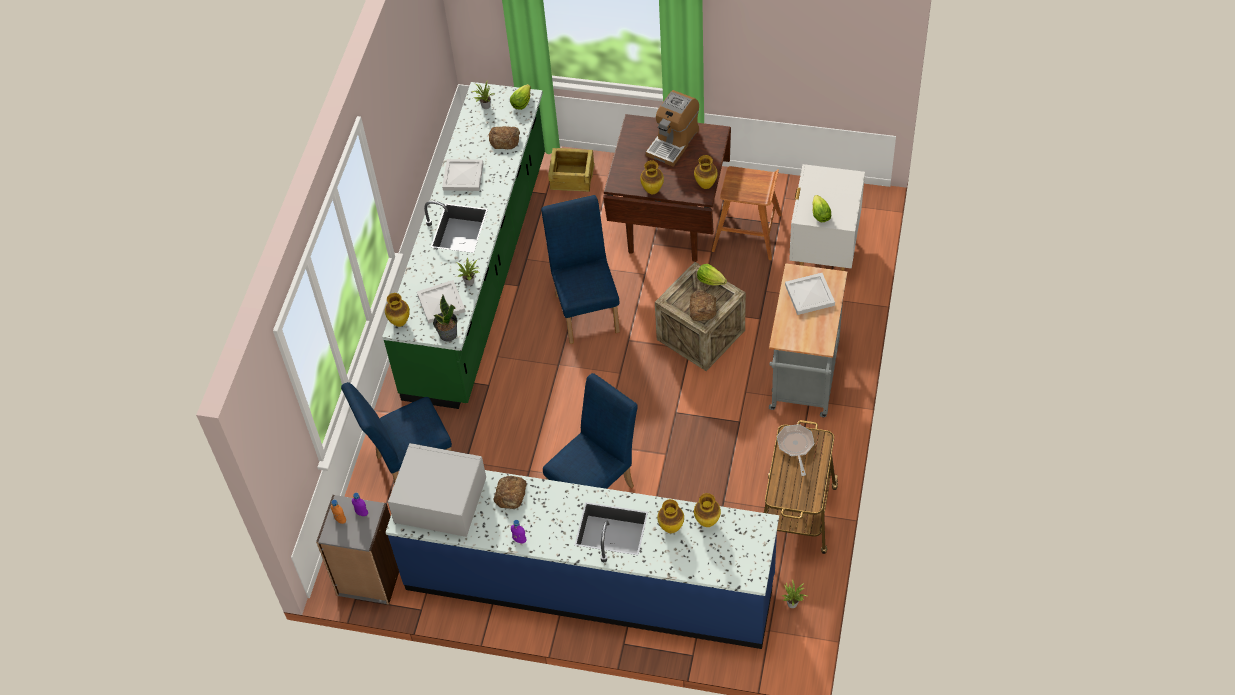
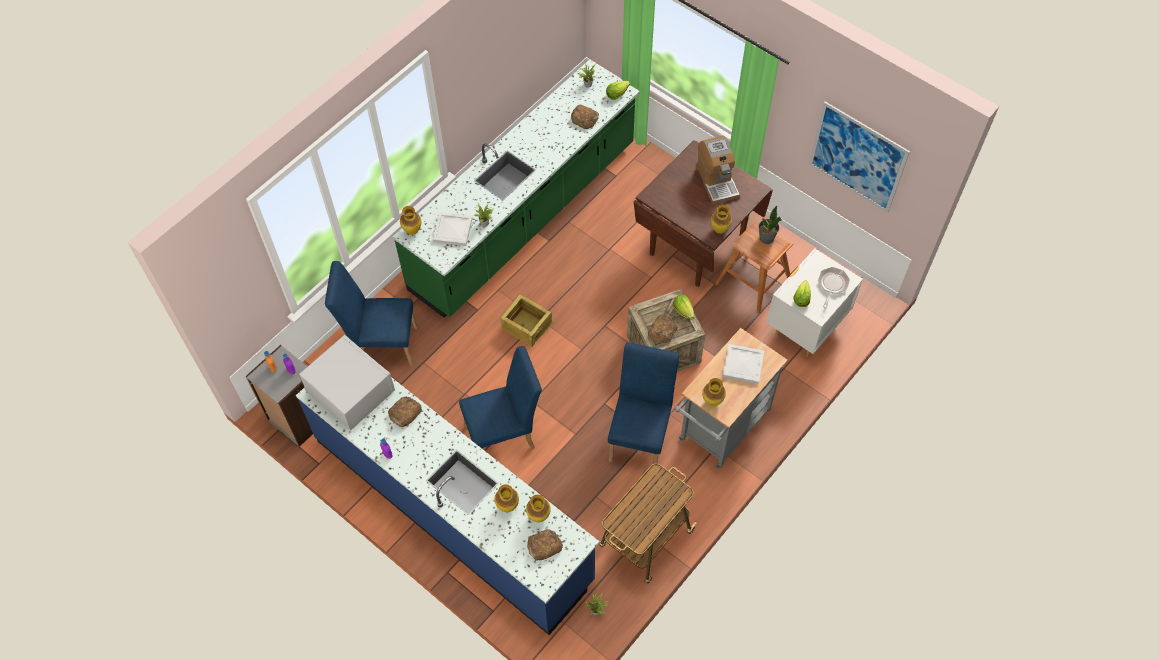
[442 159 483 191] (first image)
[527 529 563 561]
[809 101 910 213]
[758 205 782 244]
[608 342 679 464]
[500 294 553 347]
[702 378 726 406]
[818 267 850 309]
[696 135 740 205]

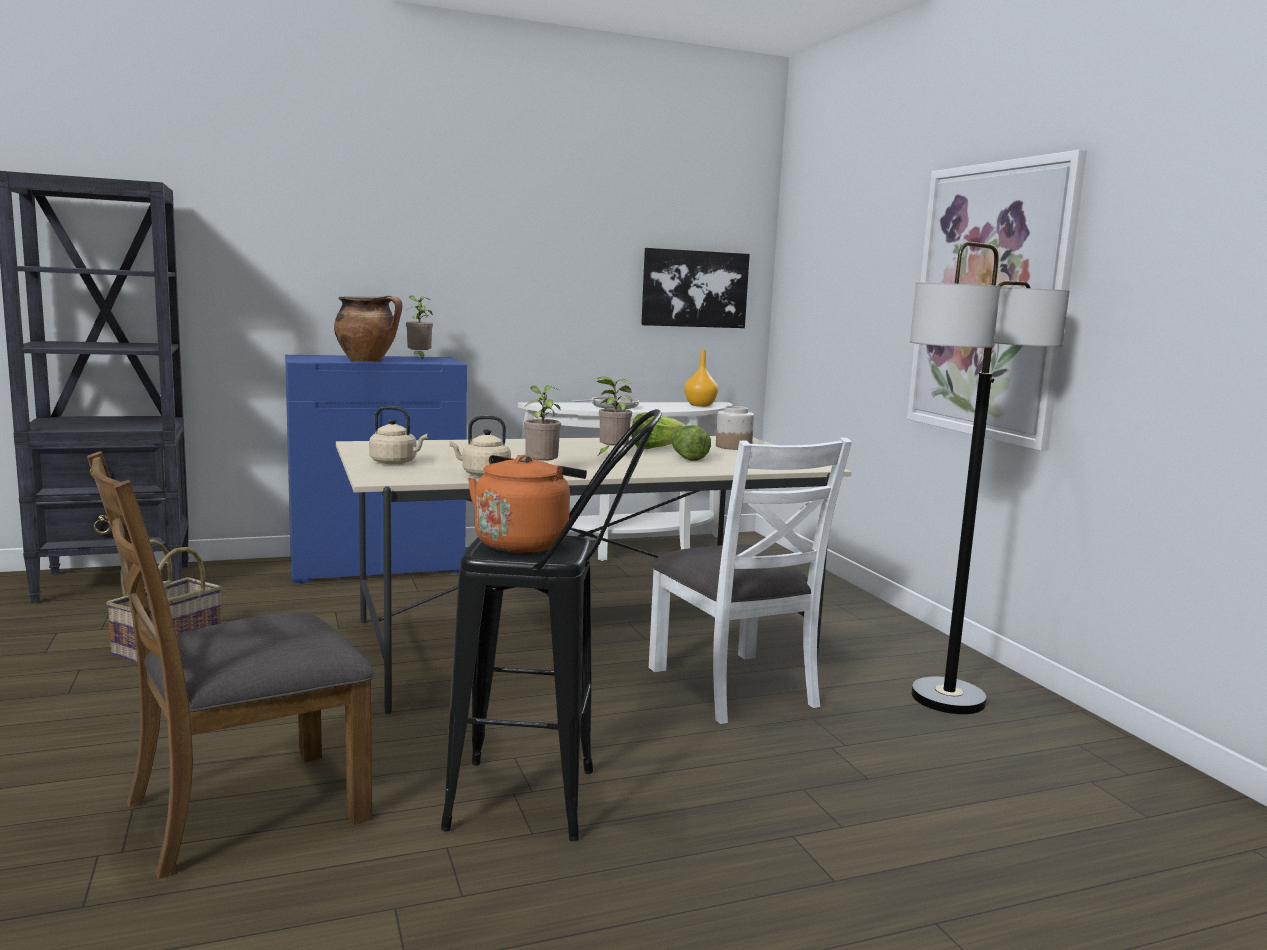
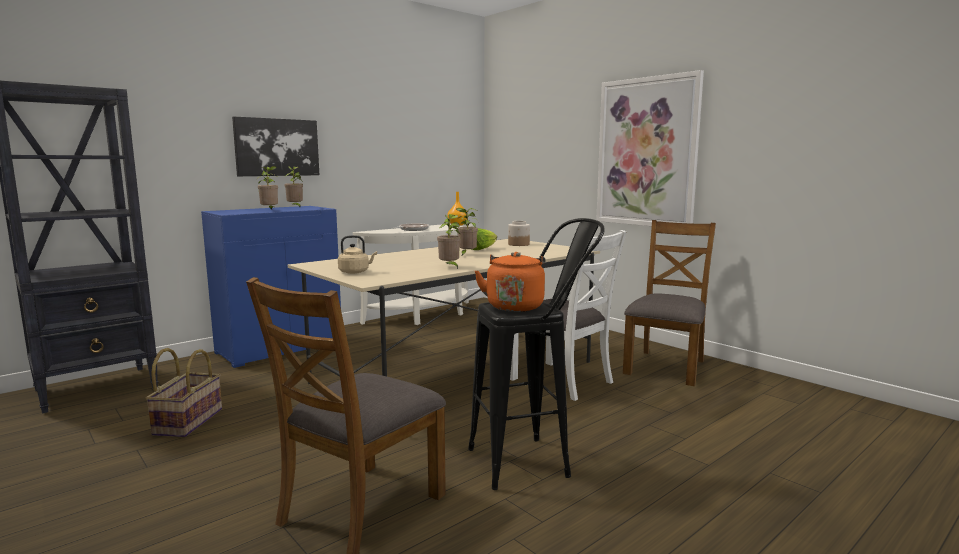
[449 416 511 477] (first image)
[671 425 711 461] (first image)
[232 117 319 176]
[257 166 278 209]
[623 220 716 386]

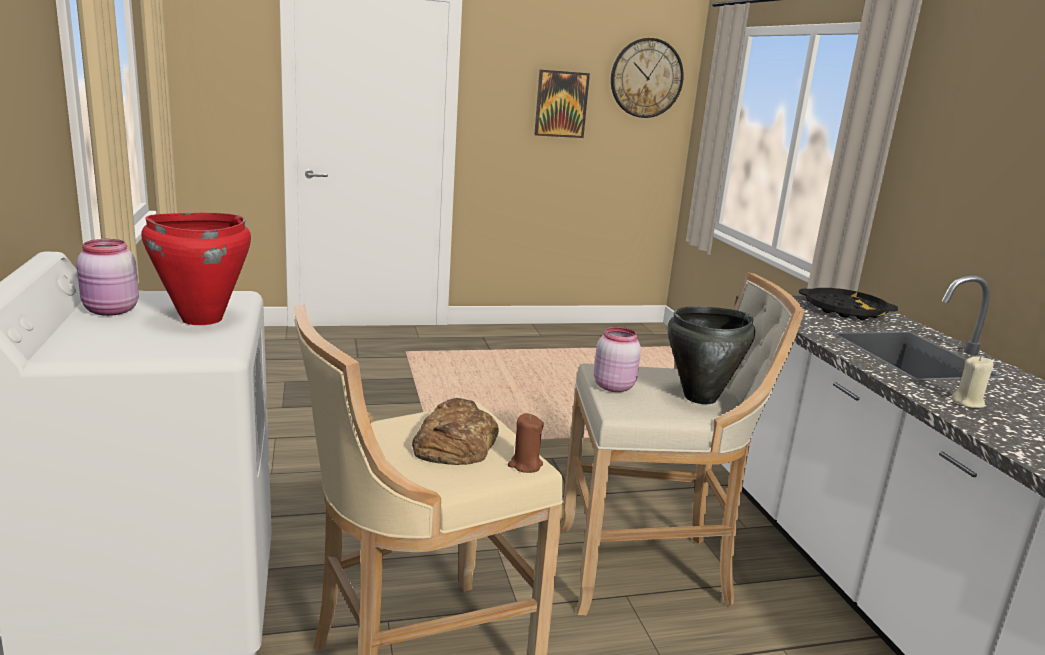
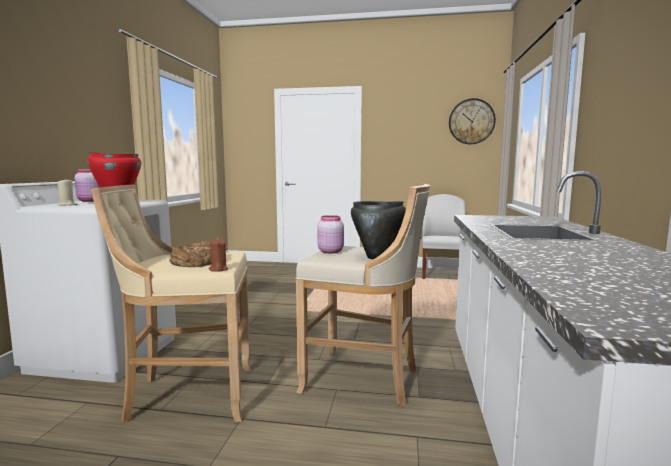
[534 69 590 138] (first image)
[799 288 898 320] (first image)
[422 194 465 279]
[57 178 77 205]

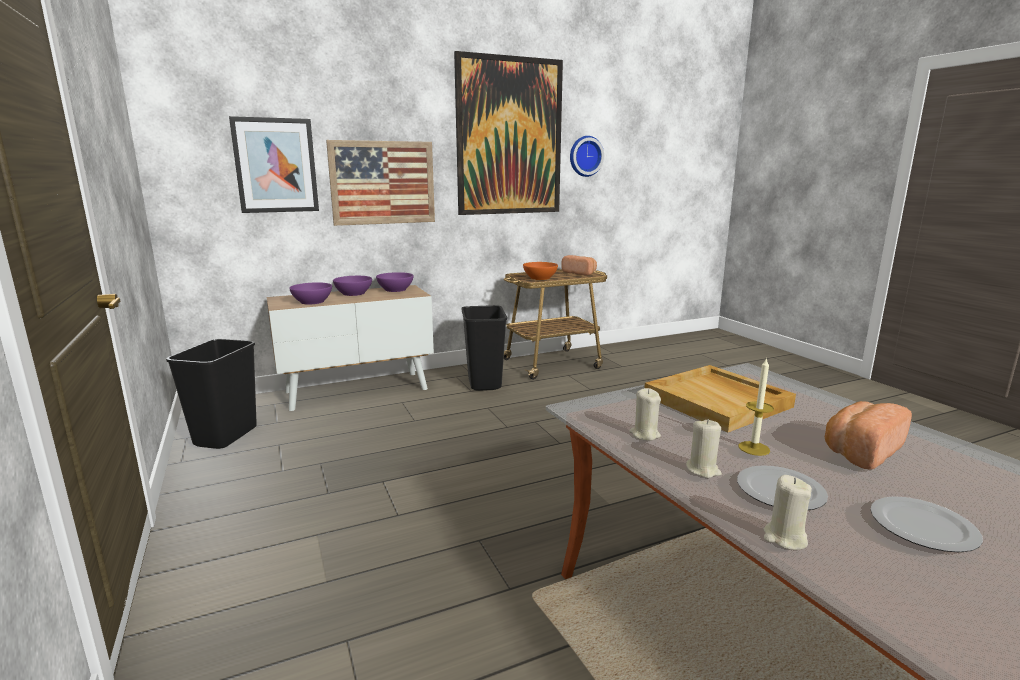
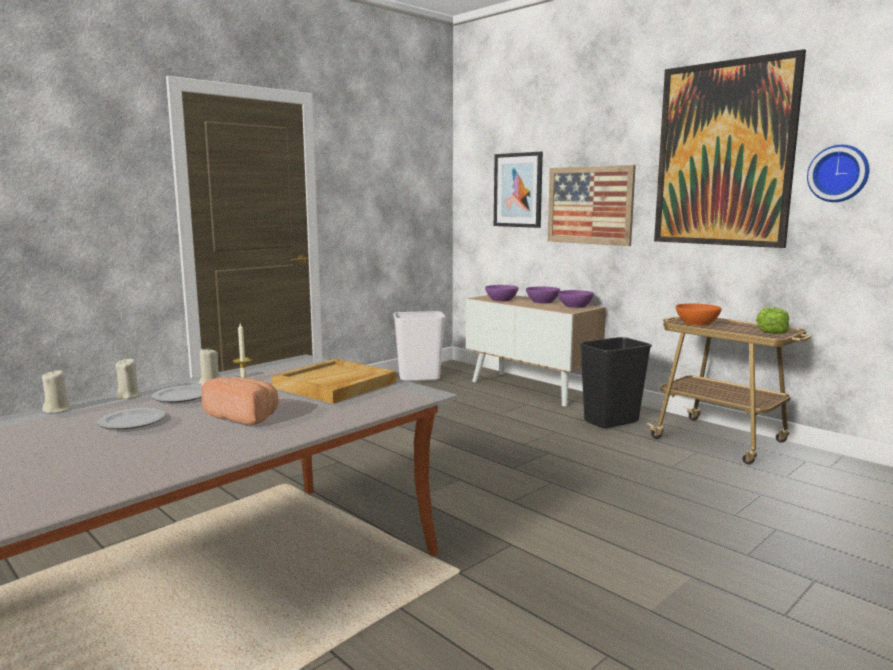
[42 370 73 414]
[756 307 790 334]
[393 311 445 382]

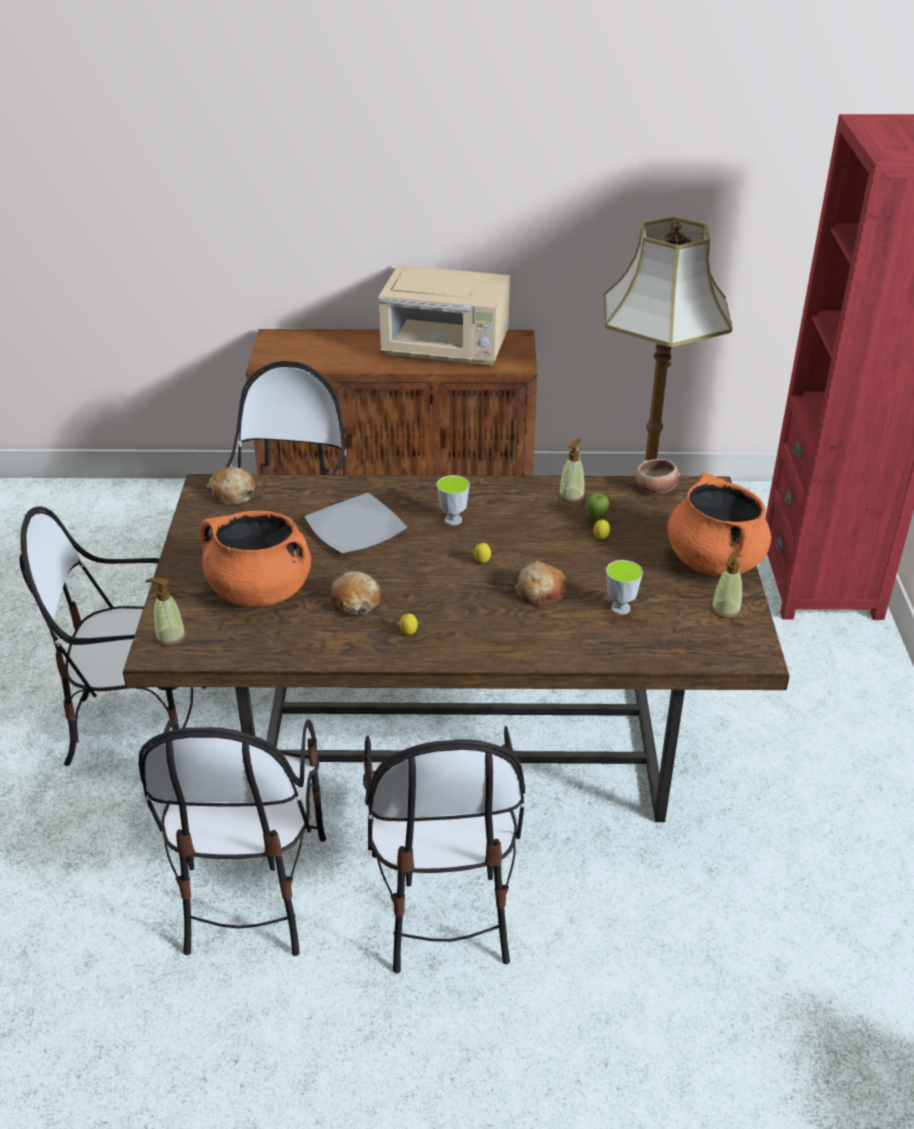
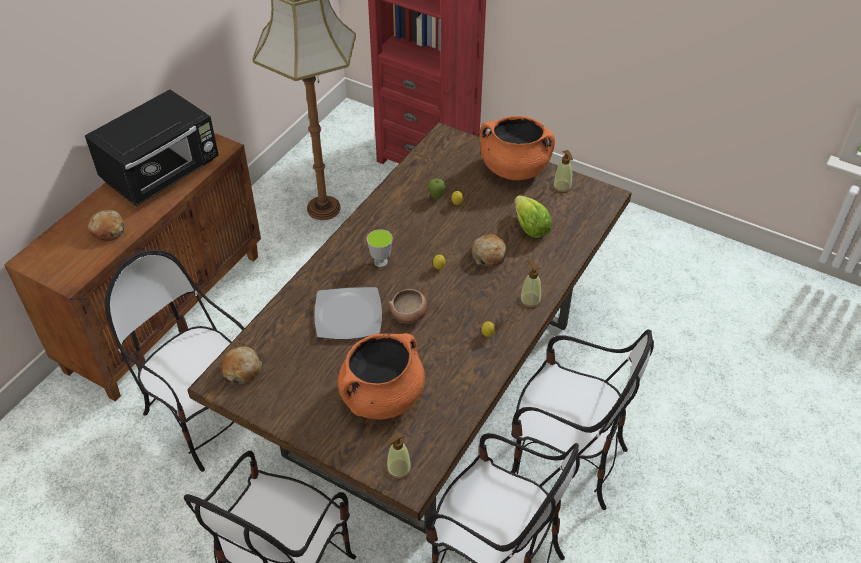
[88 210 125 242]
[520 259 541 308]
[389 289 428 324]
[515 195 552 238]
[85 89 219 206]

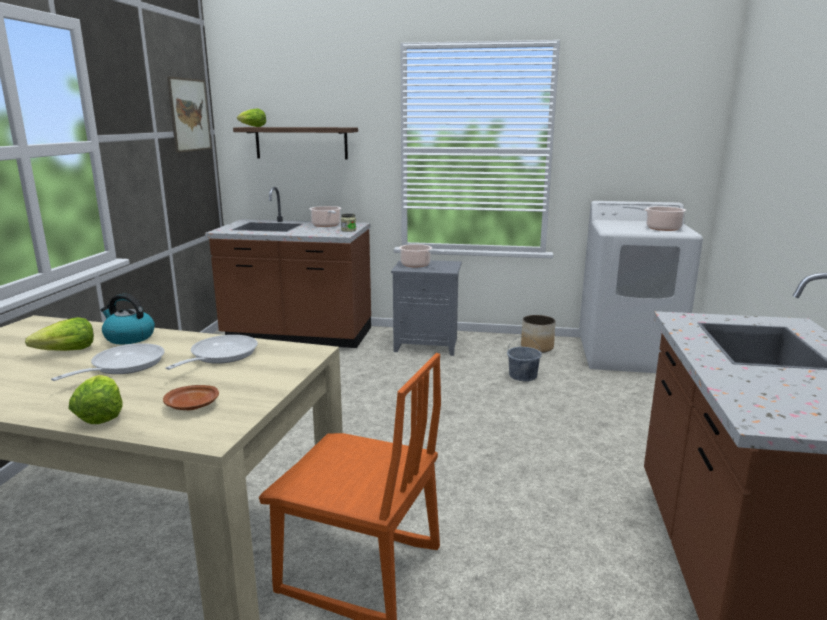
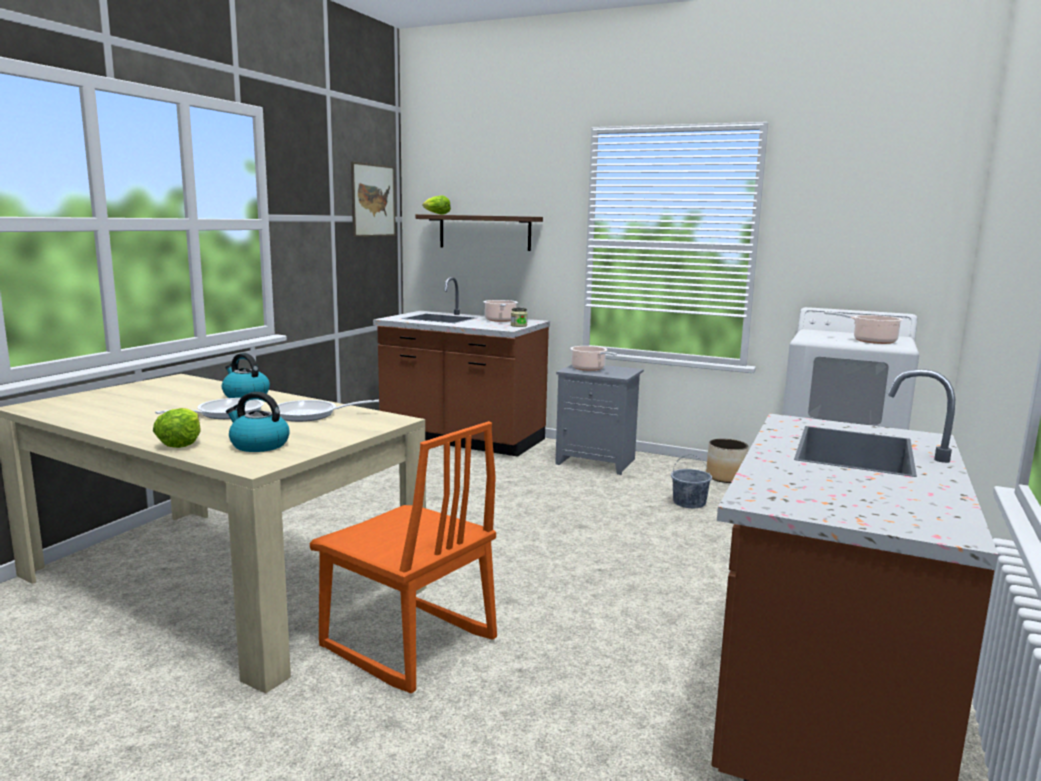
[25 317 94 351] (first image)
[226 392 290 452]
[277 400 379 422]

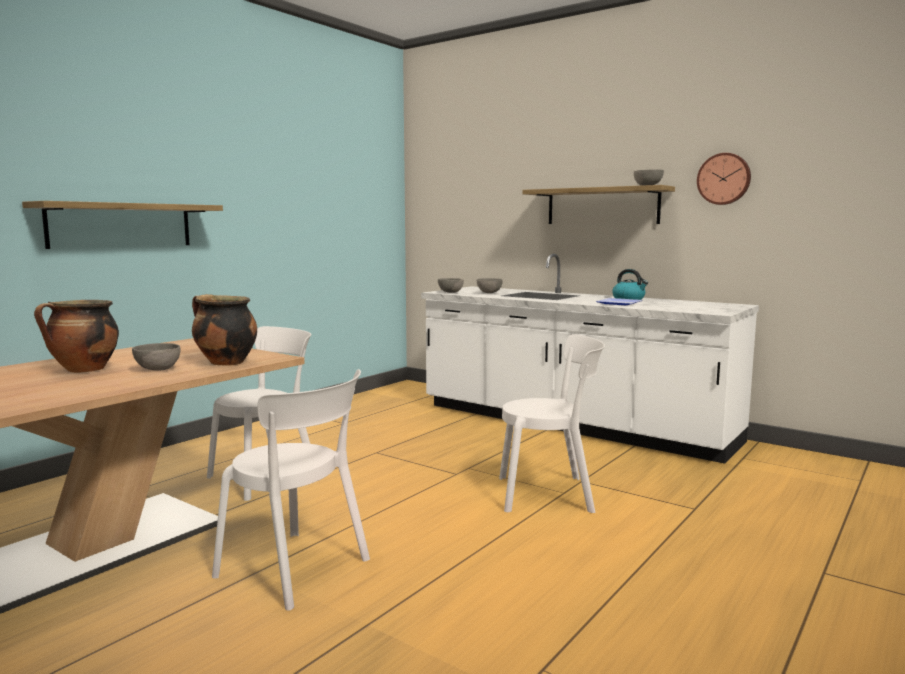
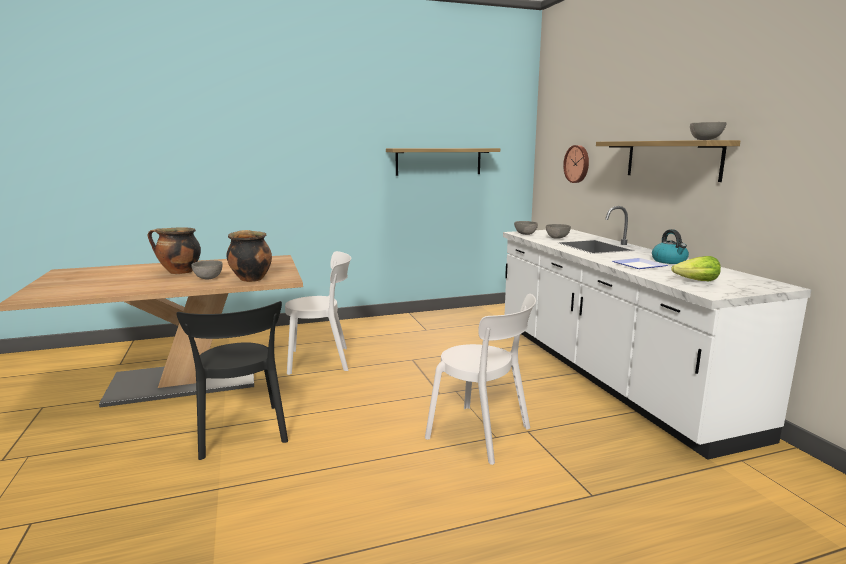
[671 256 721 281]
[386 148 500 176]
[563 145 589 183]
[176 301 288 460]

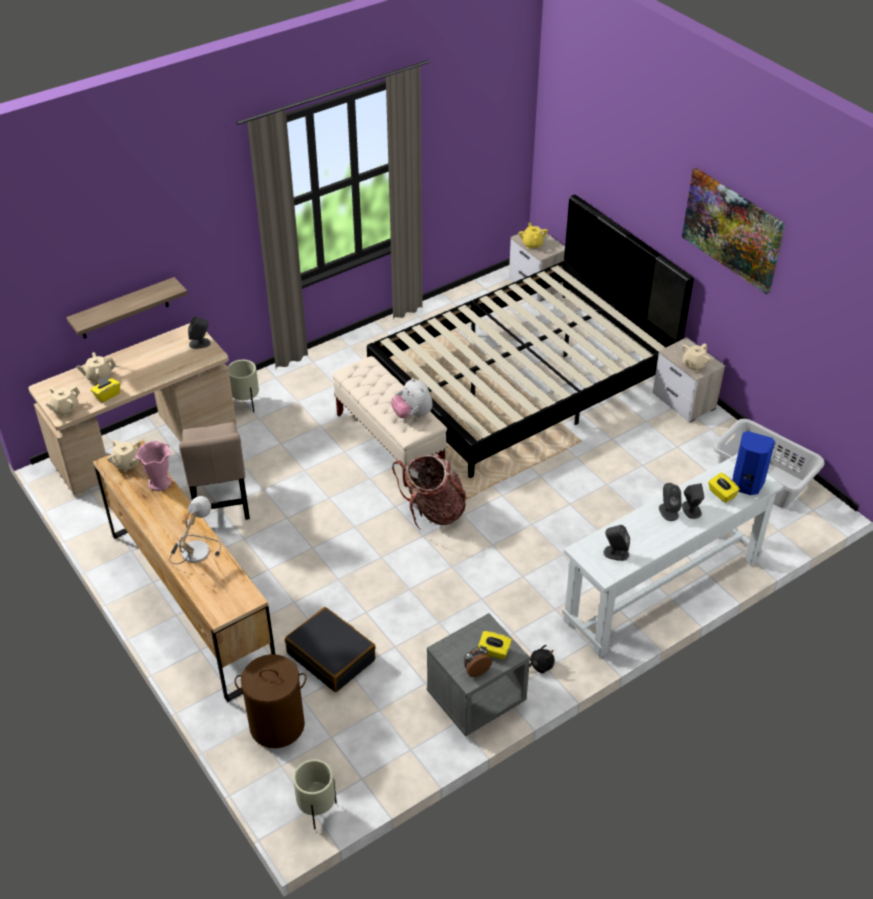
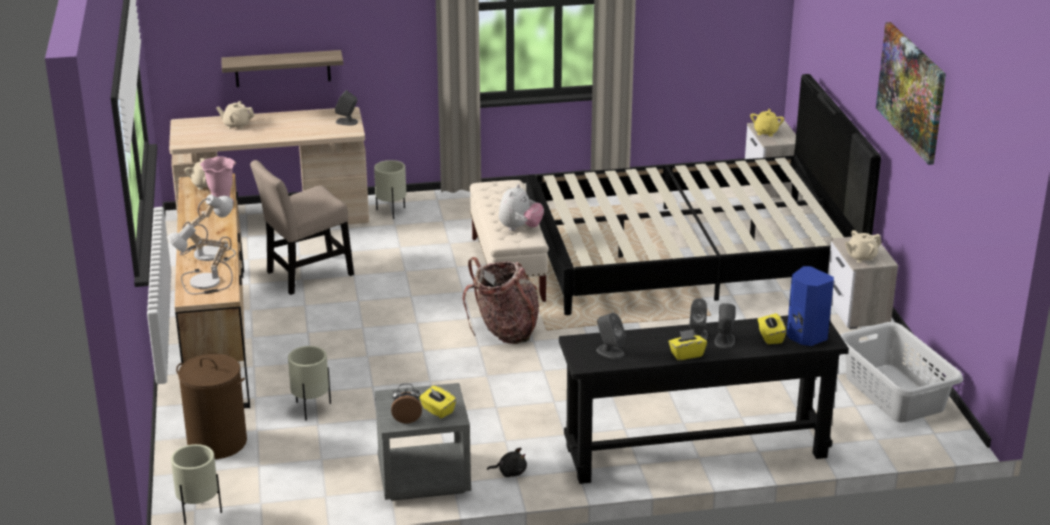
[45 385 80 417] (first image)
[167 223 233 295]
[668 329 707 360]
[288 346 331 421]
[559 315 849 484]
[250 160 354 295]
[499 184 544 231]

